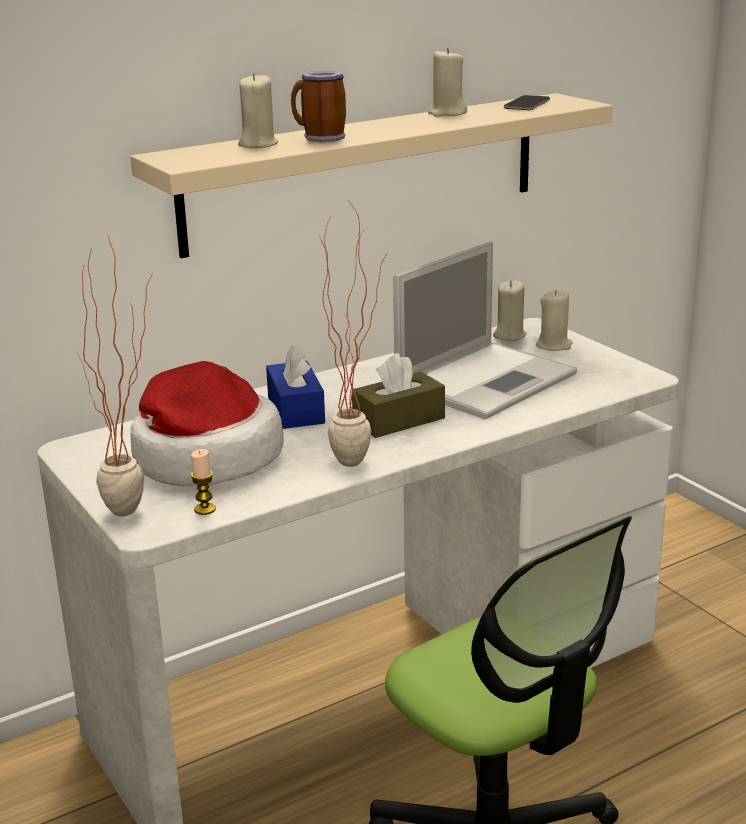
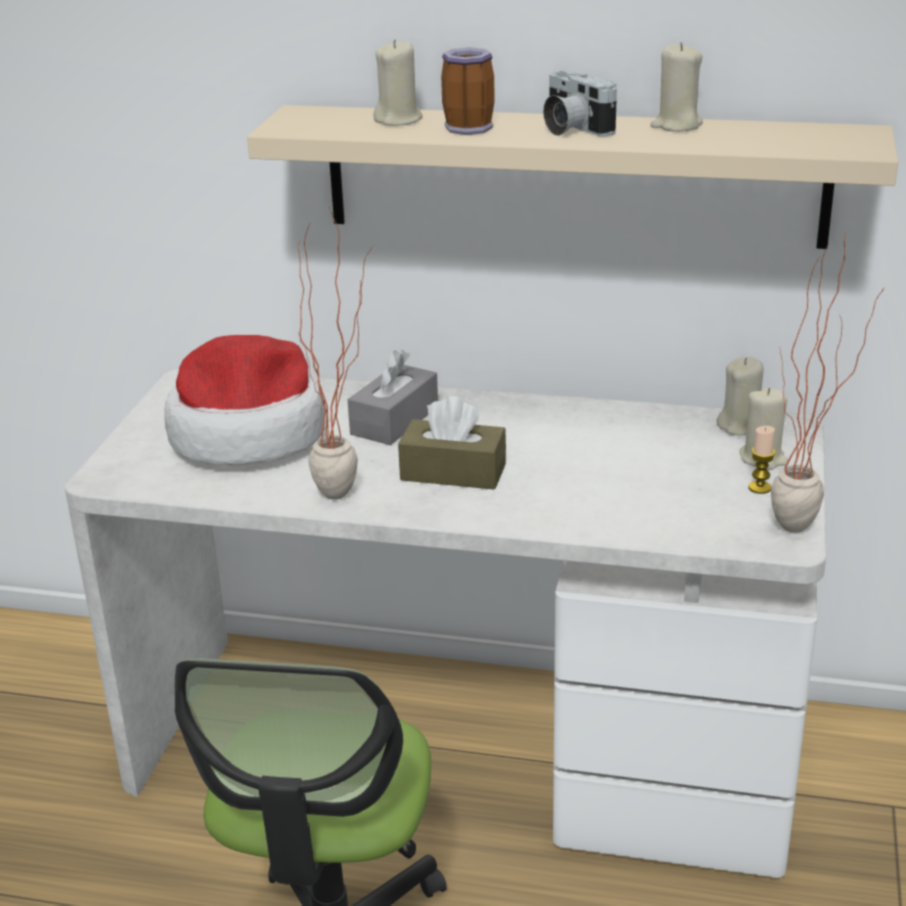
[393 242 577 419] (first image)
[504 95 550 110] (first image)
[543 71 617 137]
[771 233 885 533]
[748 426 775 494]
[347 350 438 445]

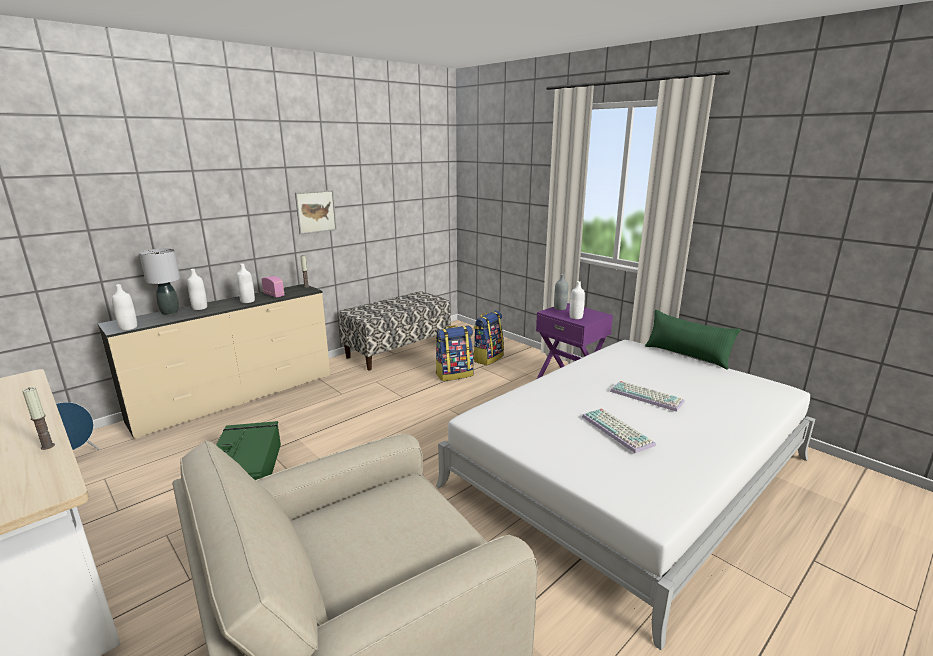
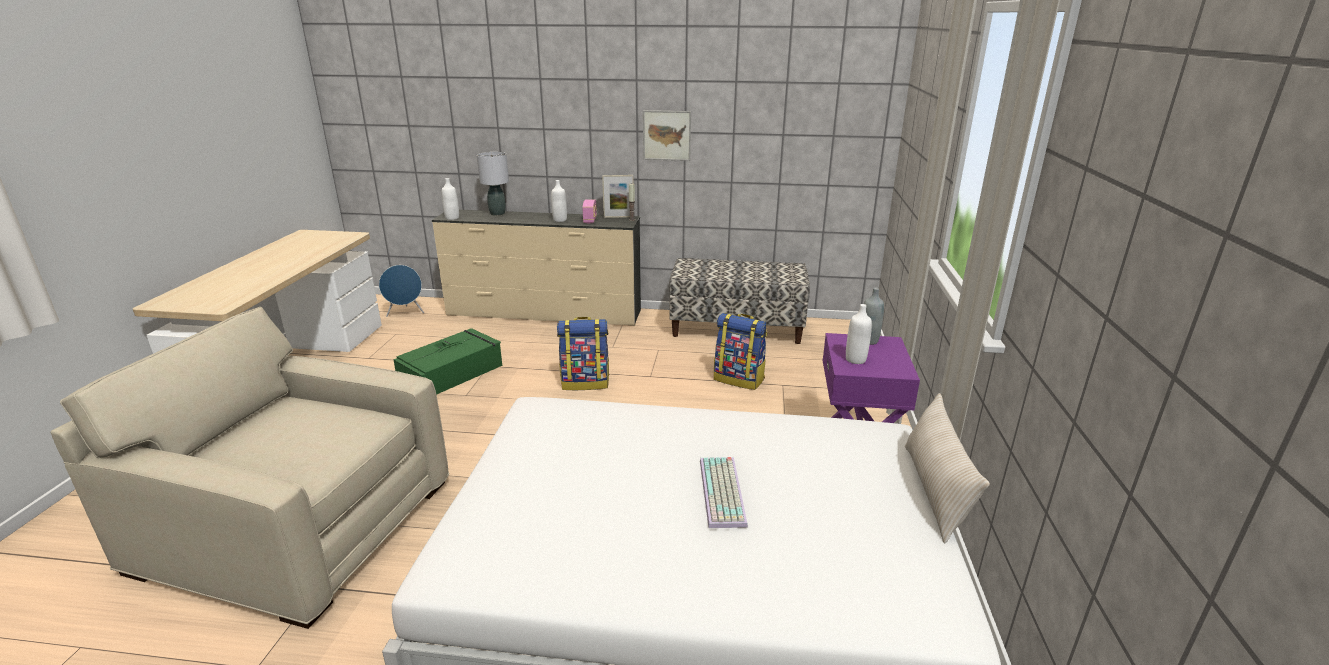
[22 387 55 450] (first image)
[187 269 207 310] (first image)
[582 408 656 454] (first image)
[602 175 633 218]
[557 317 609 390]
[905 393 990 544]

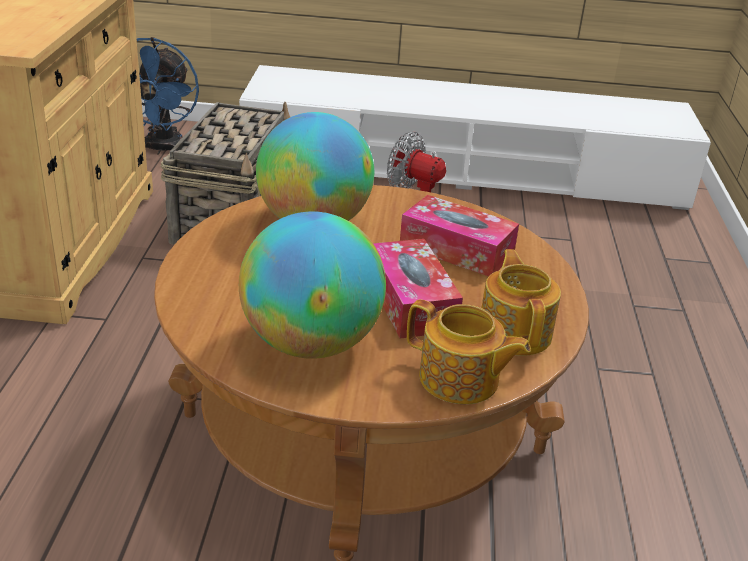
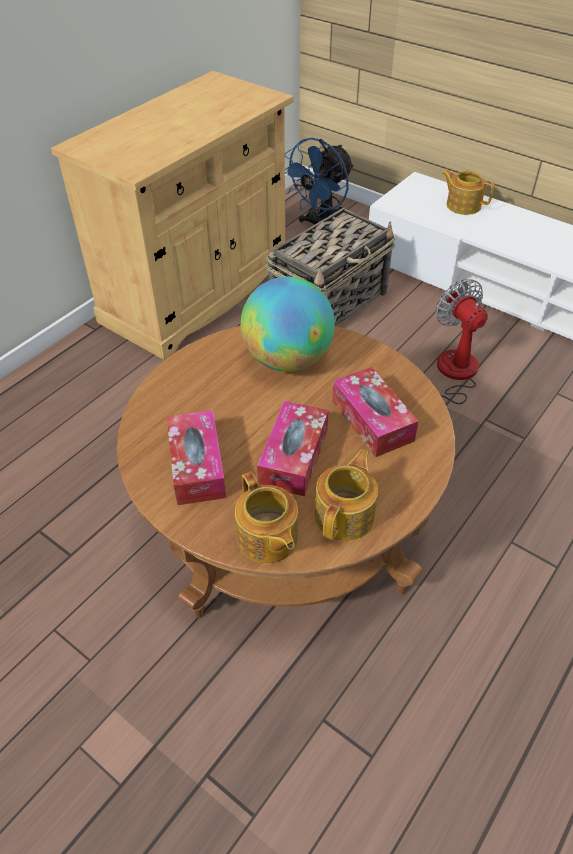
[442 169 494 215]
[167 410 226 505]

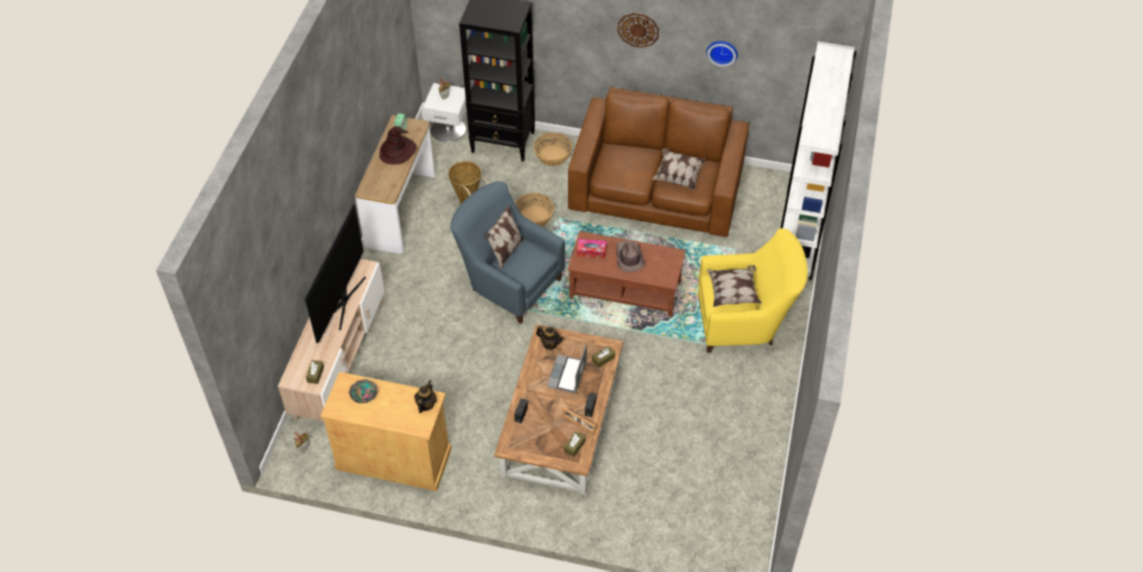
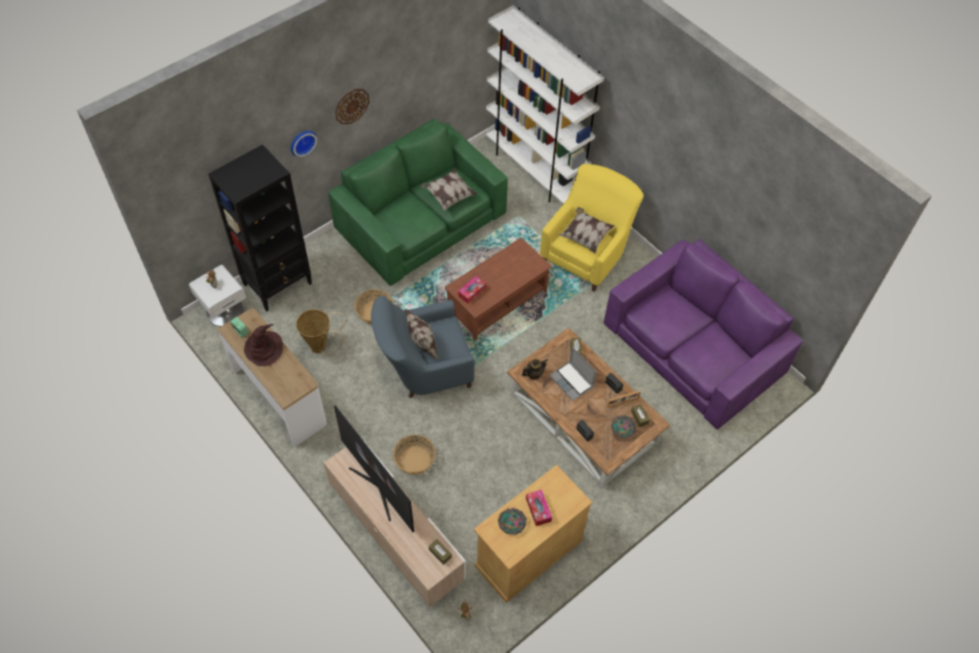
[414 380 437 413] (first image)
[616 241 644 272] (first image)
[526 490 552 526]
[604 239 803 429]
[611 415 637 438]
[393 435 436 475]
[291 131 317 157]
[328 119 508 286]

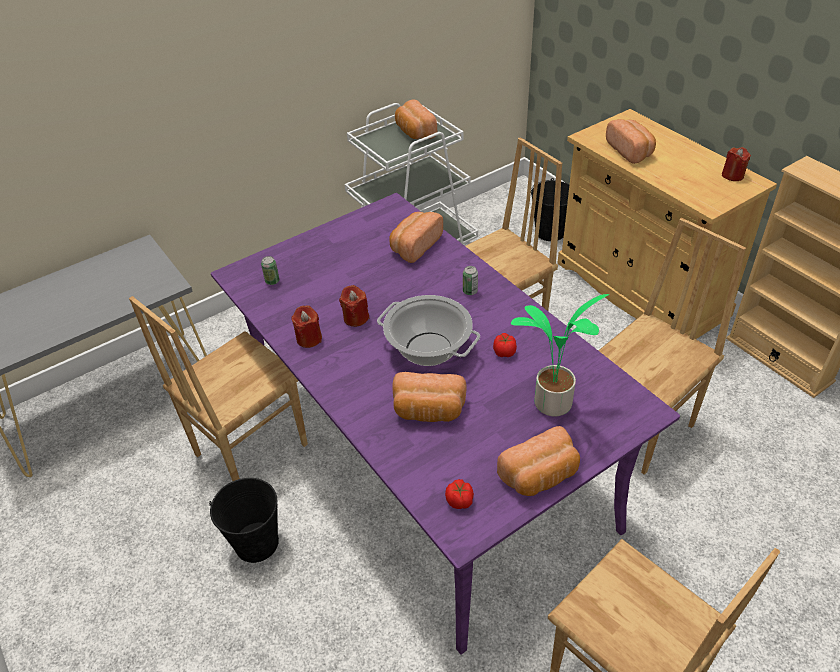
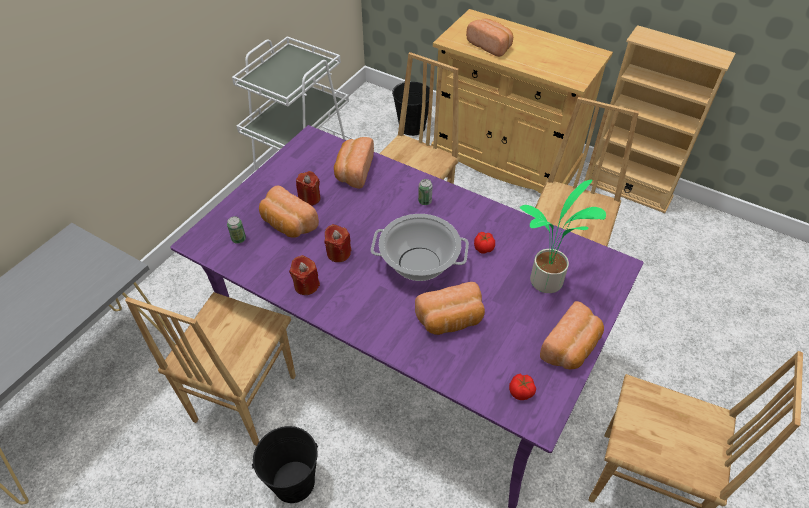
[259 186 319 238]
[296 171 320 206]

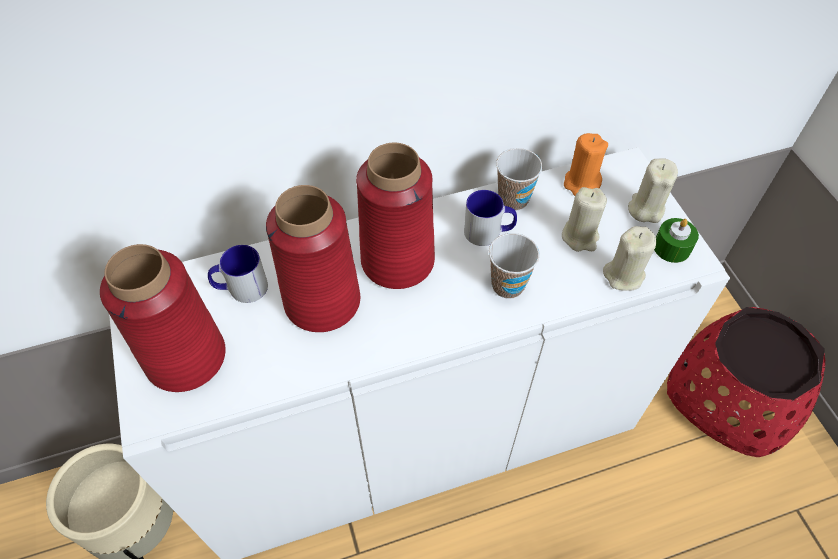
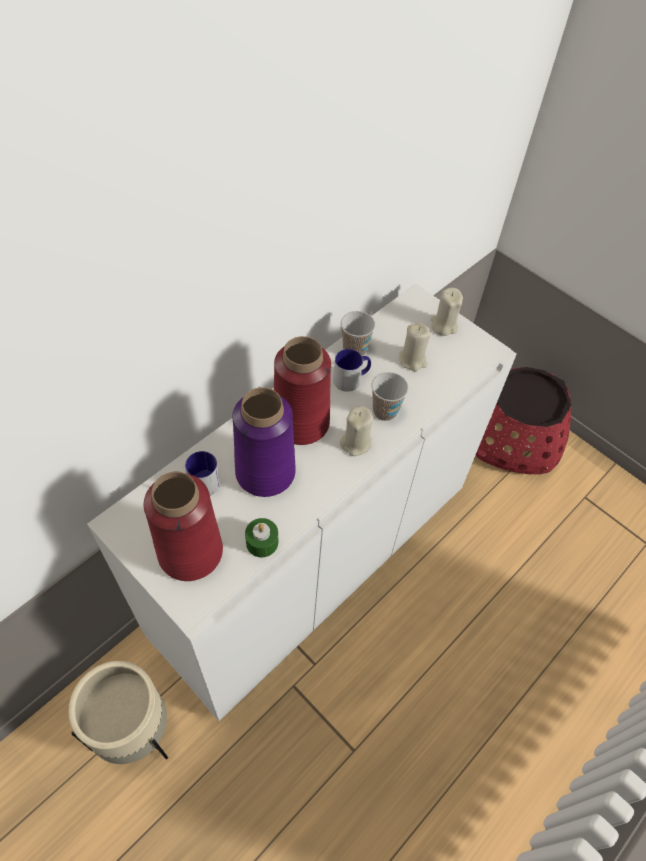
[564 133 608 196] (first image)
[340 406 373 456]
[245 518 278 557]
[232 387 296 497]

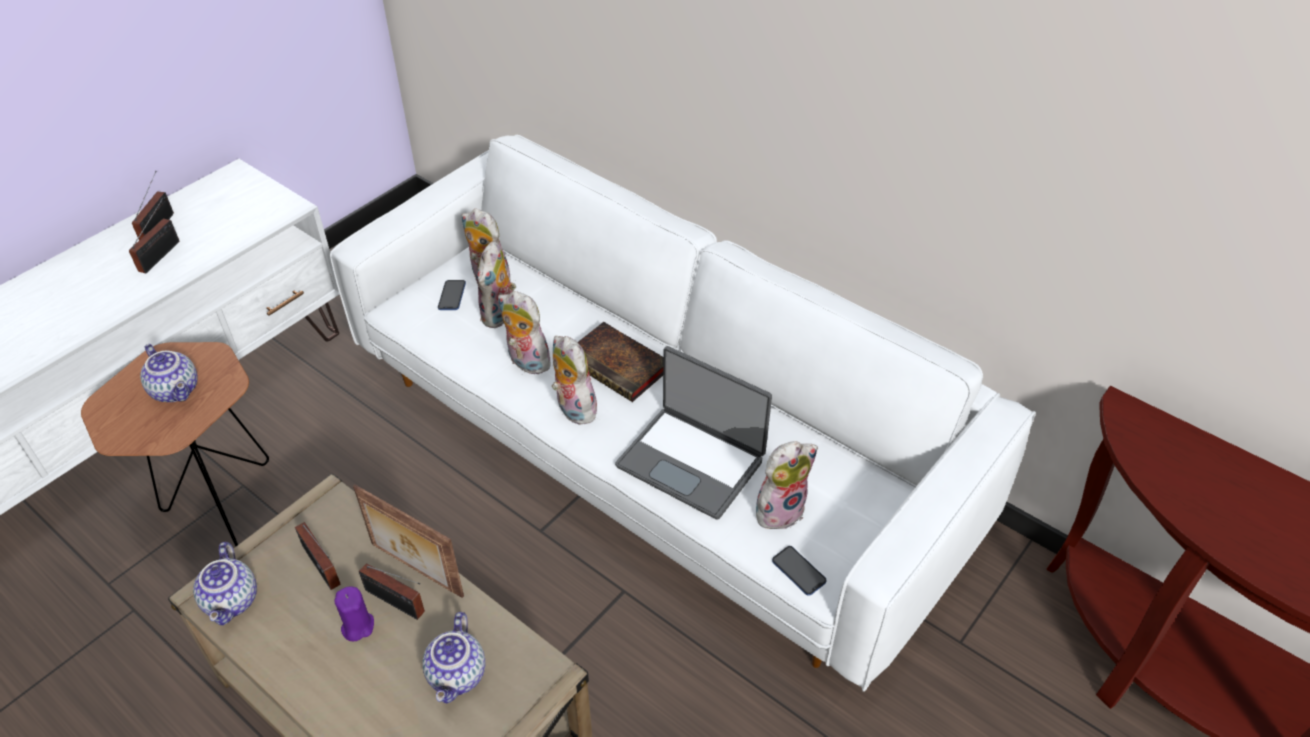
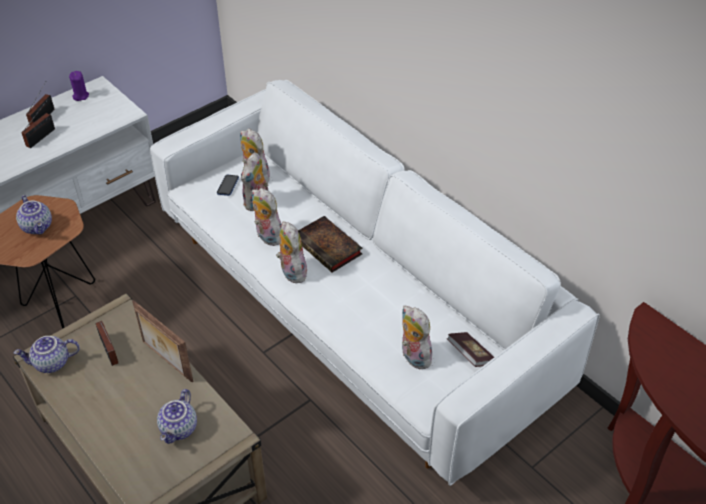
[359 563 425 620] (first image)
[615 346 772 520] (first image)
[772 546 826 596] (first image)
[447 332 494 367]
[69 71 89 101]
[14 336 80 373]
[402 306 432 369]

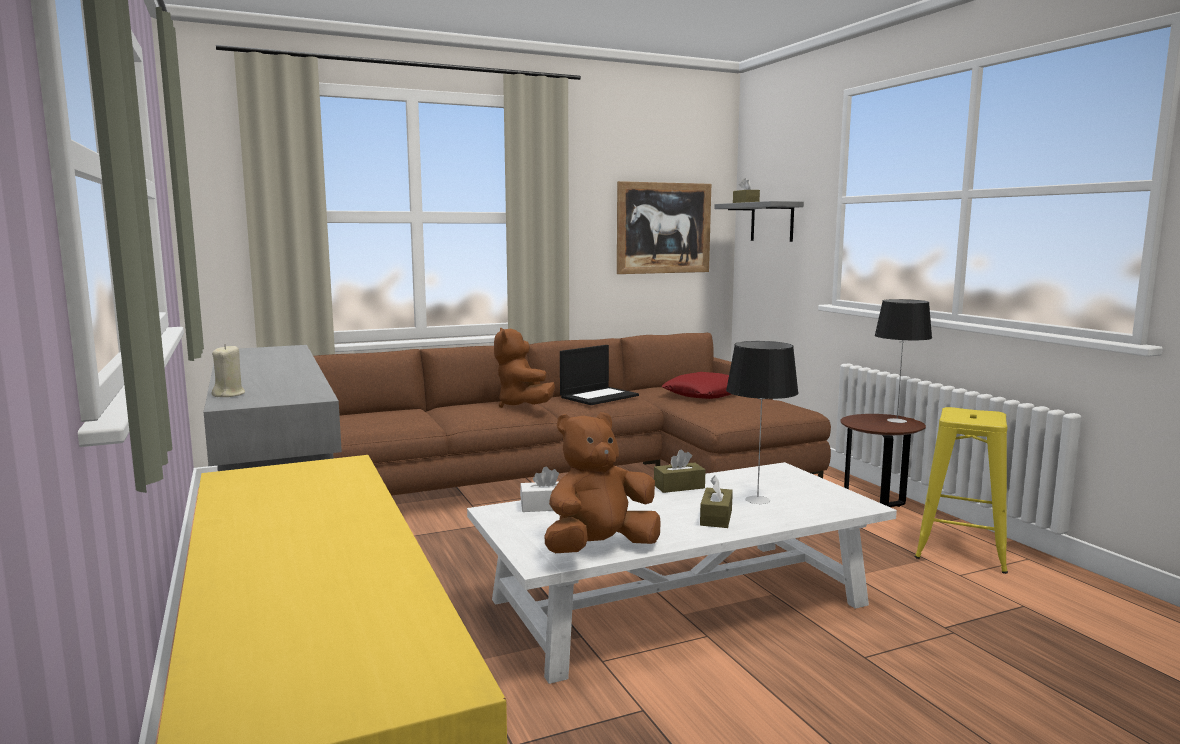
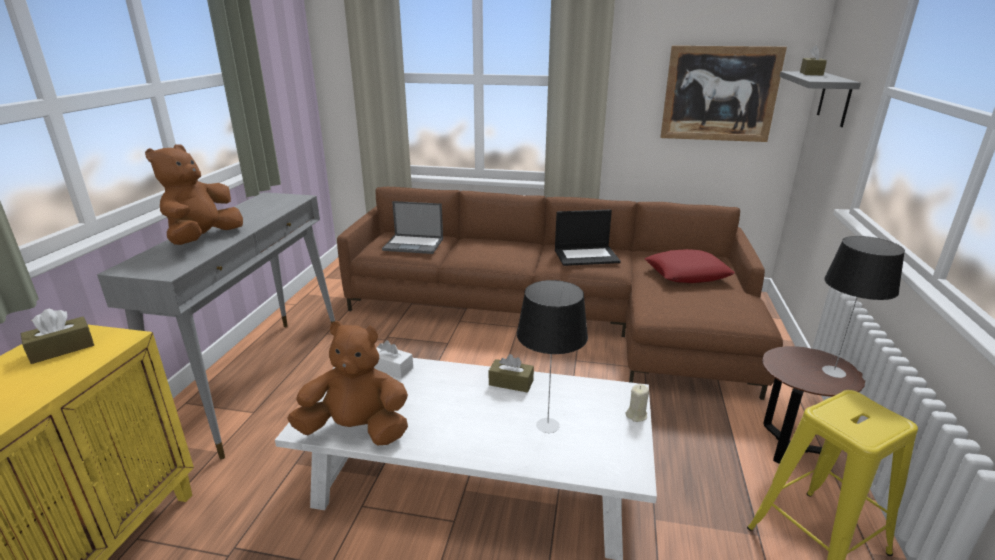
[382 201 443 254]
[626 384 649 422]
[145 144 243 245]
[21 309 94 364]

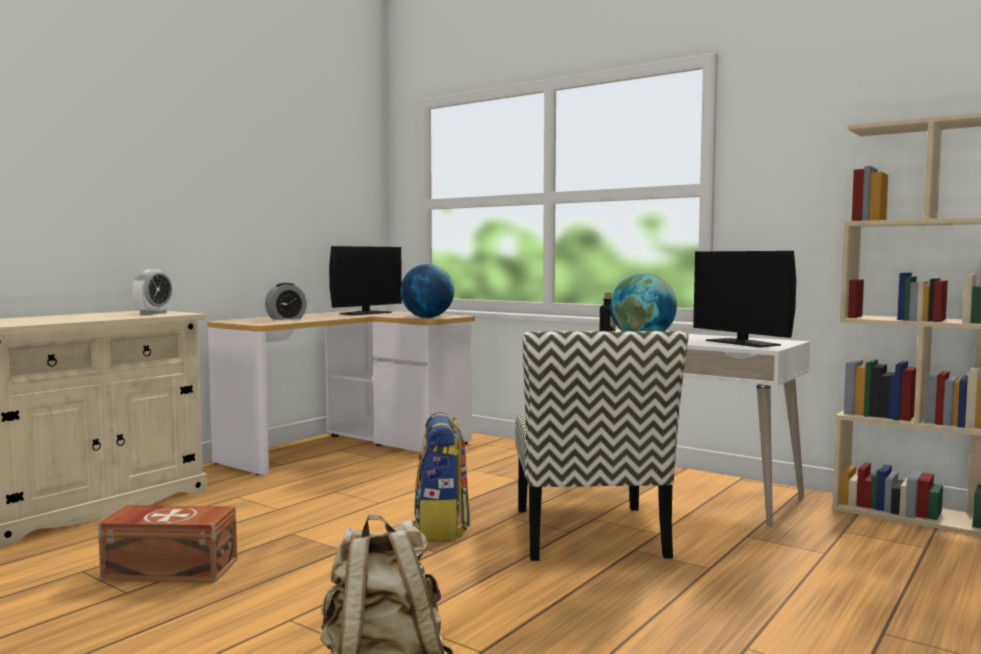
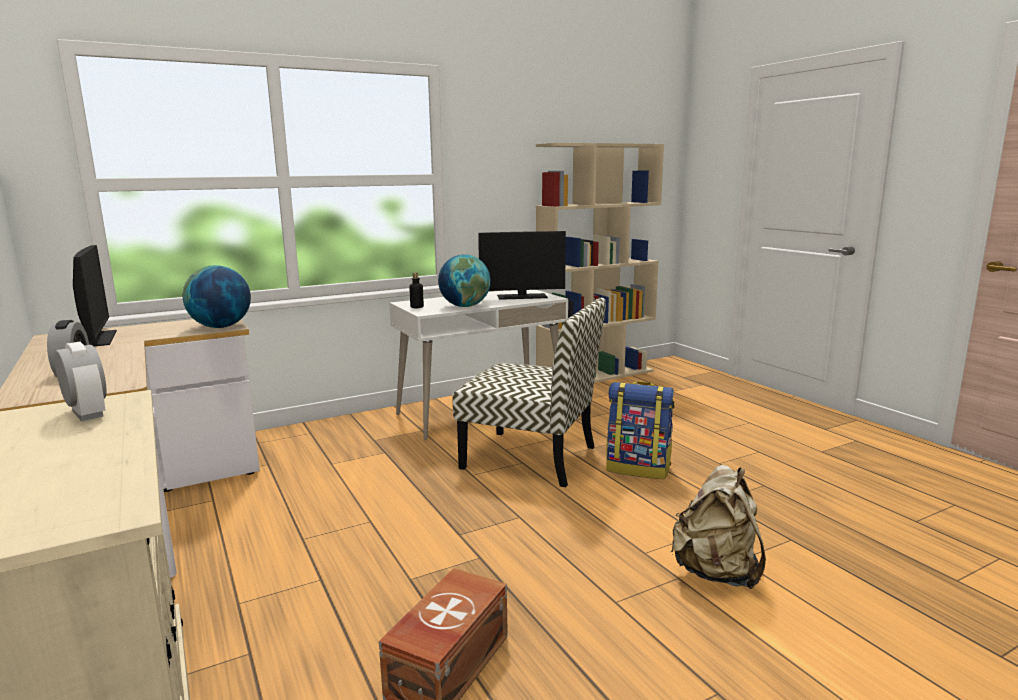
[606 381 675 479]

